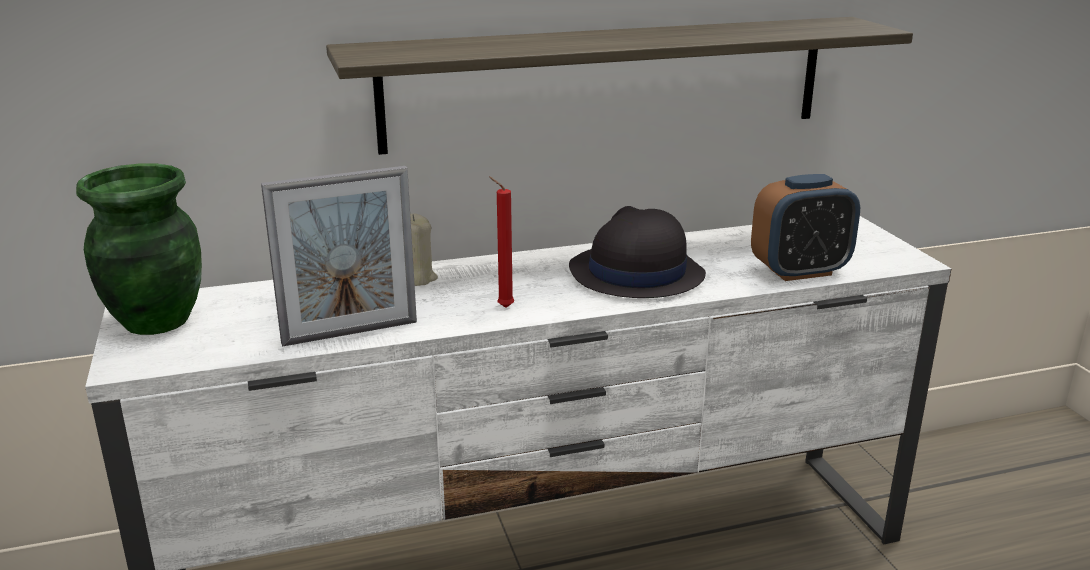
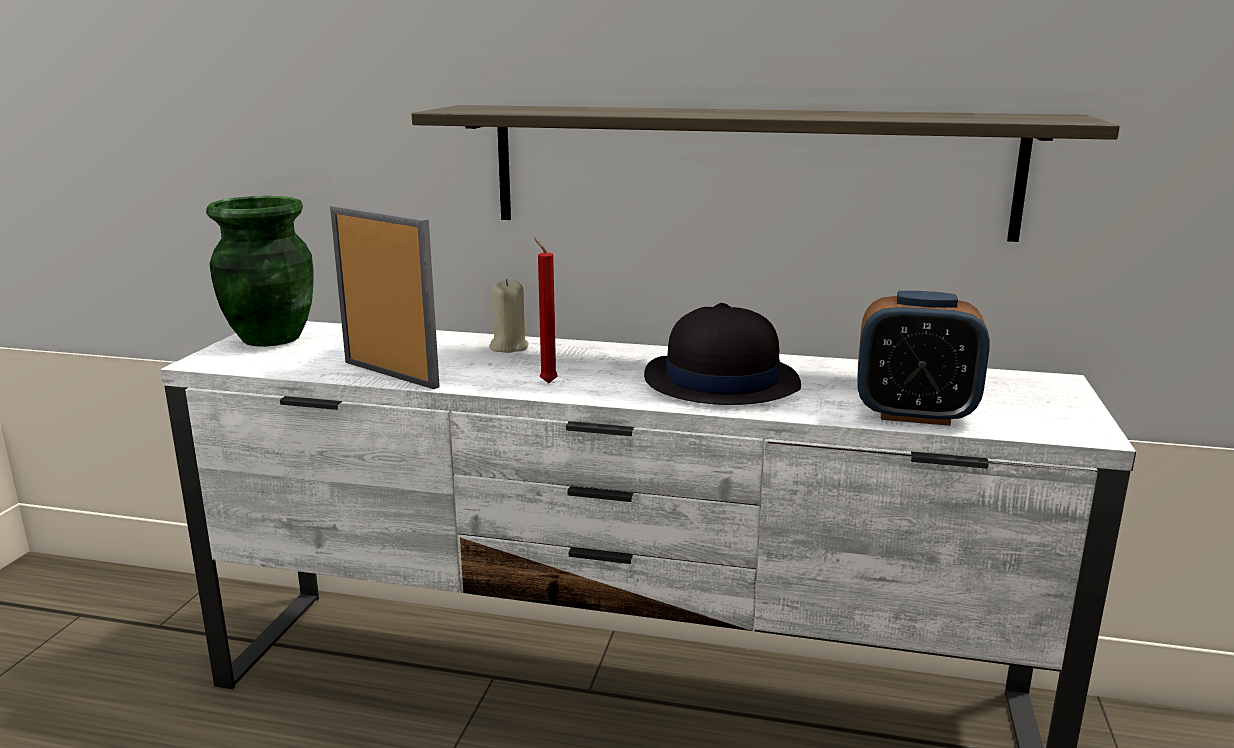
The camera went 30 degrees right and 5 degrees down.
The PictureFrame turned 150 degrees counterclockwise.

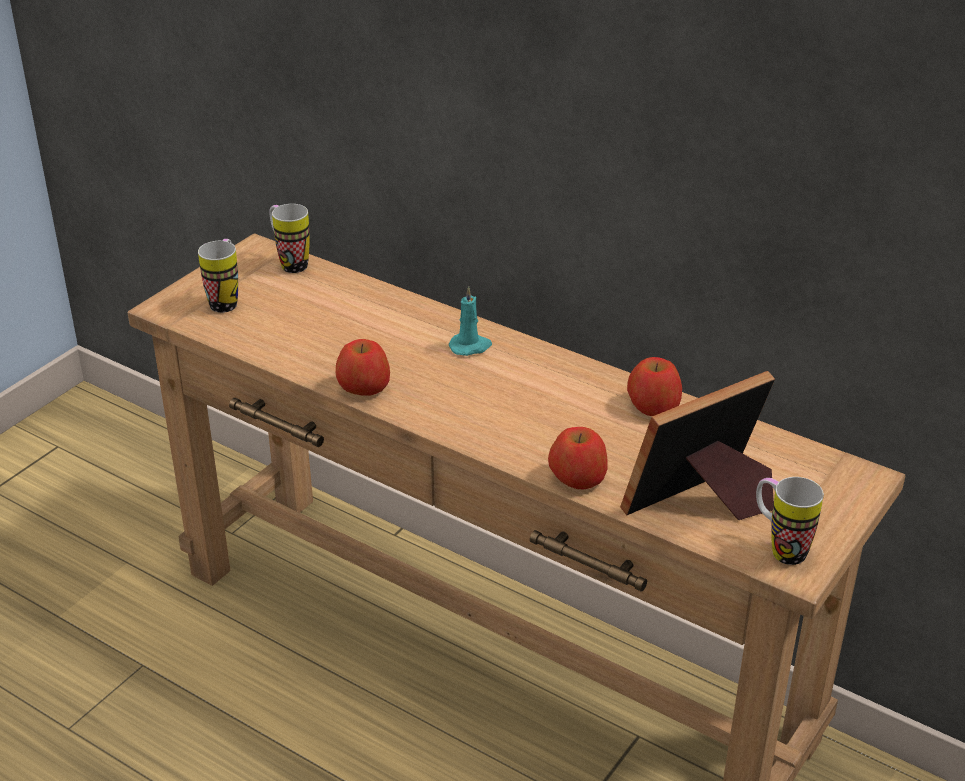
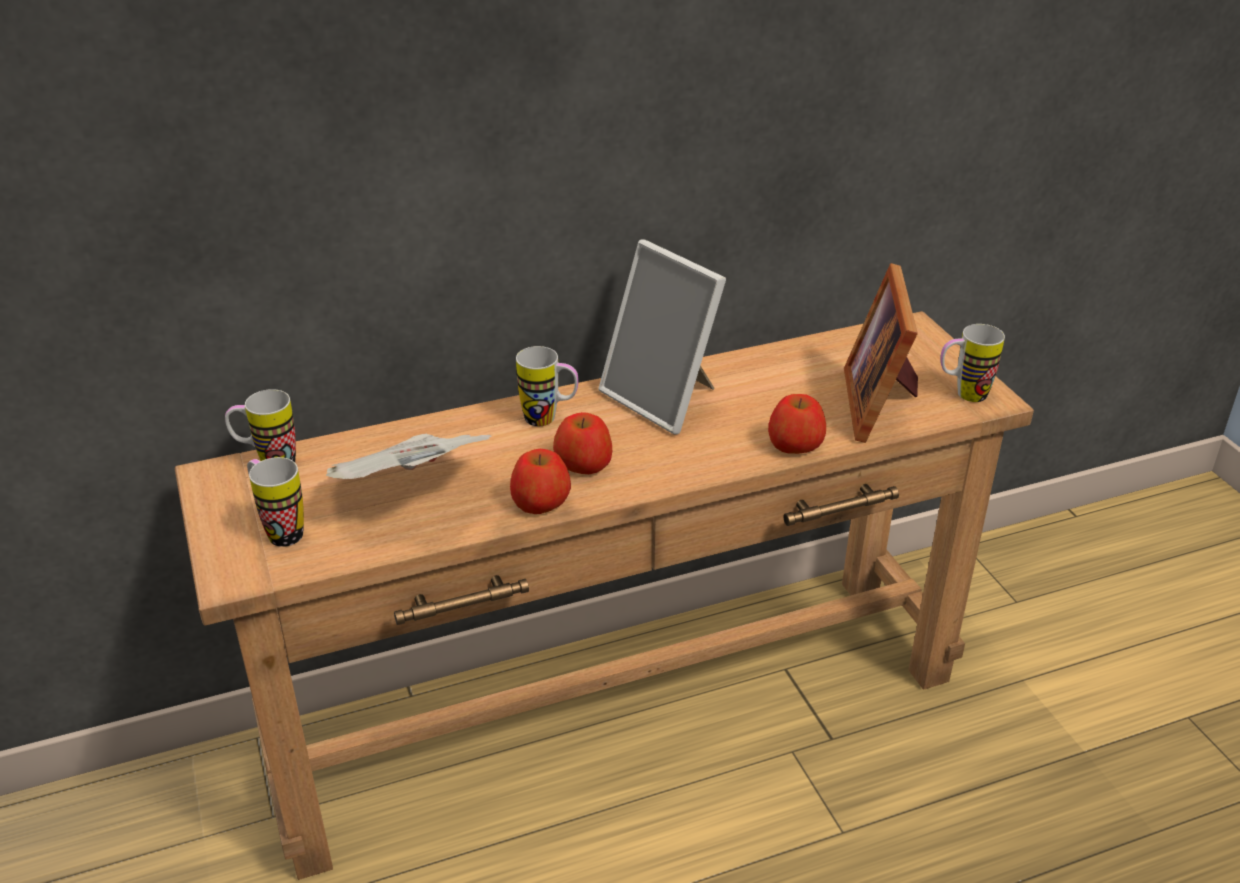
The camera went 55 degrees left and 0 degrees up.
The TurquoiseCandle was replaced by the Mug (no. 3 from left).
The Apple (no. 3 from left in the first image) moved.
The Newspaper appeared.
The PictureFrame (no. 1 from left) appeared.

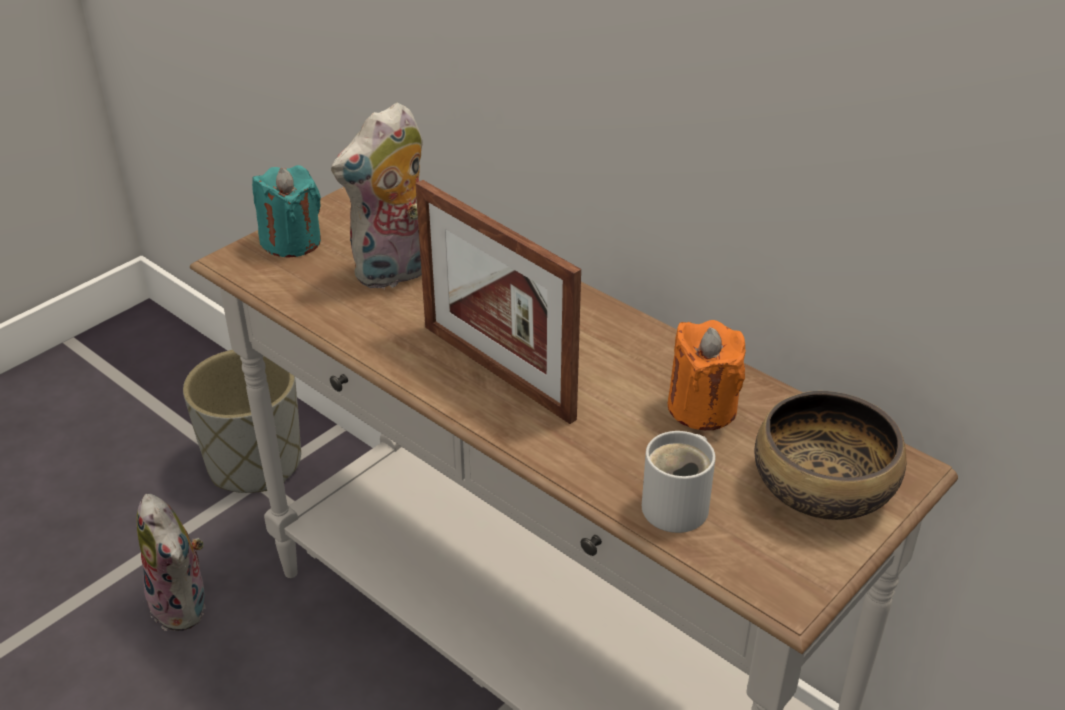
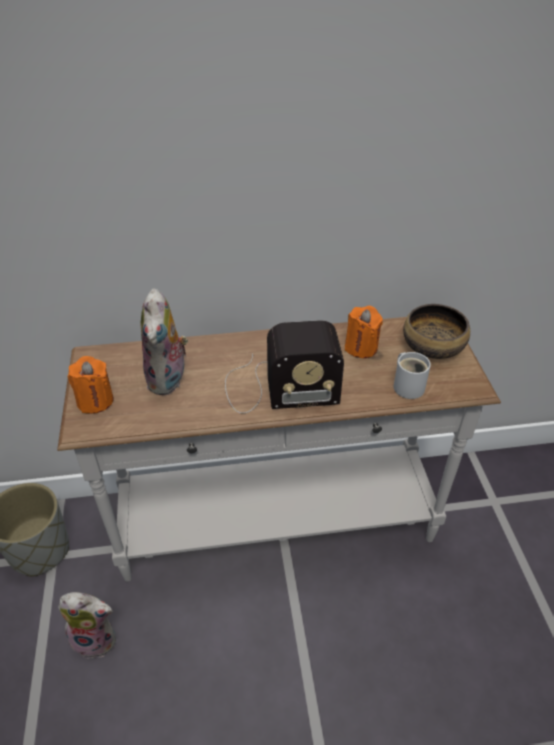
The camera went 50 degrees left and 5 degrees up.
The TurquoiseCandle became the OrangeCandle (no. 1 from left).
The PictureFrame was replaced by the Radio.

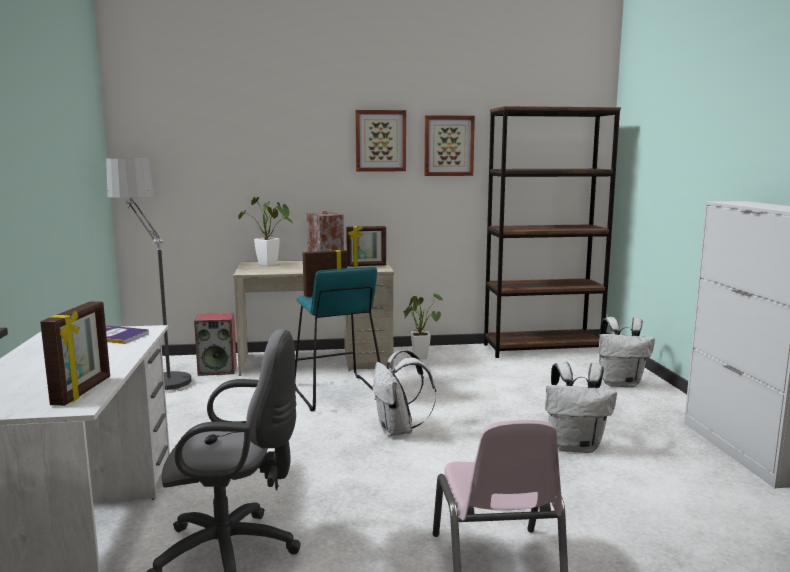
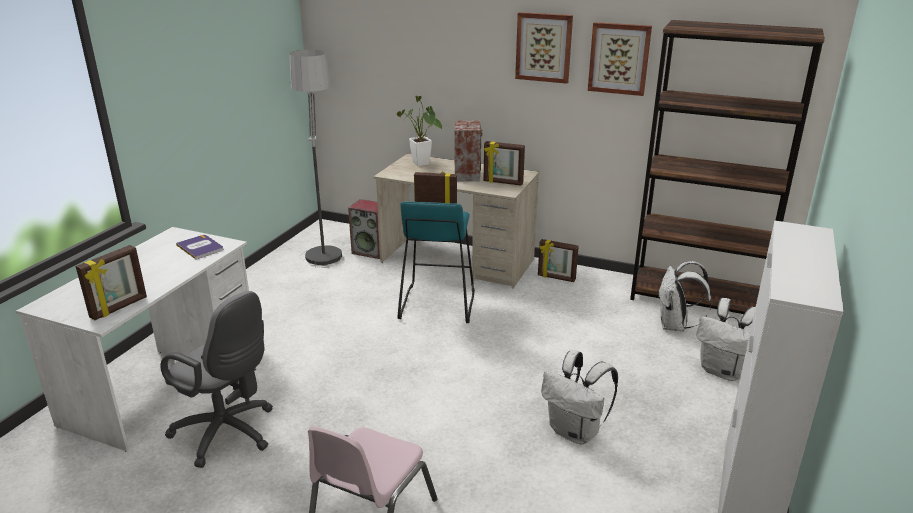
The camera went 30 degrees right and 15 degrees up.
The WhiteBackpack (no. 1 from left in the first image) moved.
The PottedPlant (no. 2 from left) was replaced by the PictureFrame (no. 4 from left).

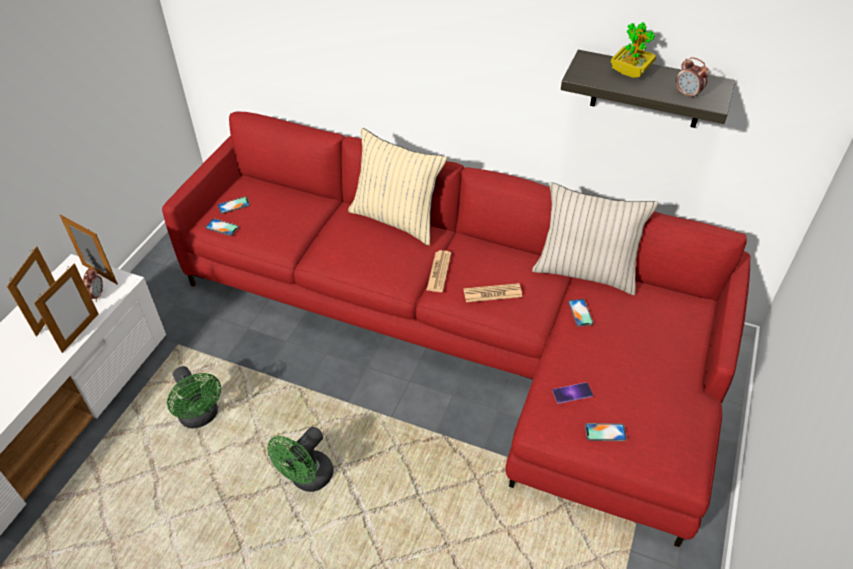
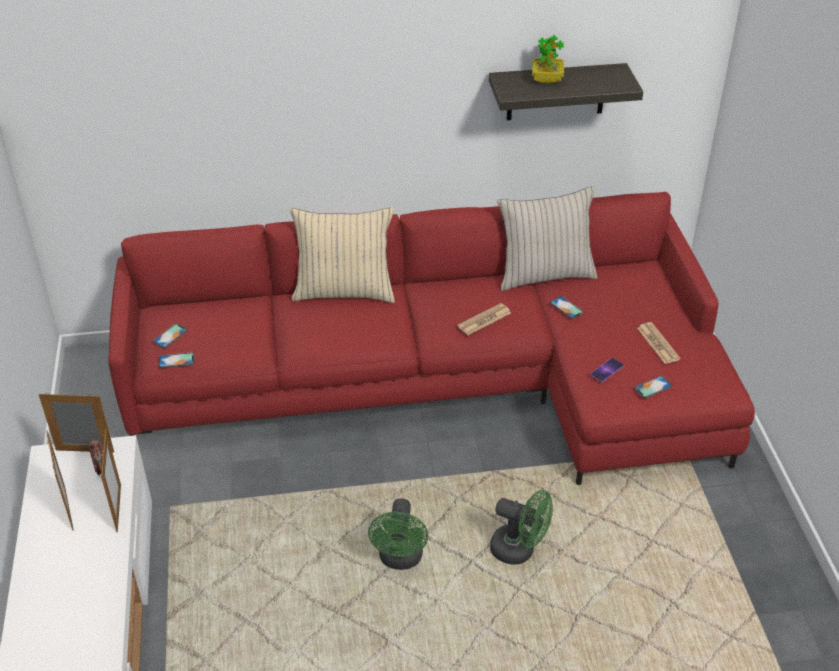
The camera went 30 degrees left and 5 degrees down.
The GreenFan (no. 1 from left in the first image) moved.
The Newspaper (no. 1 from left in the first image) moved.
The AlarmClock (no. 2 from left) disappeared.

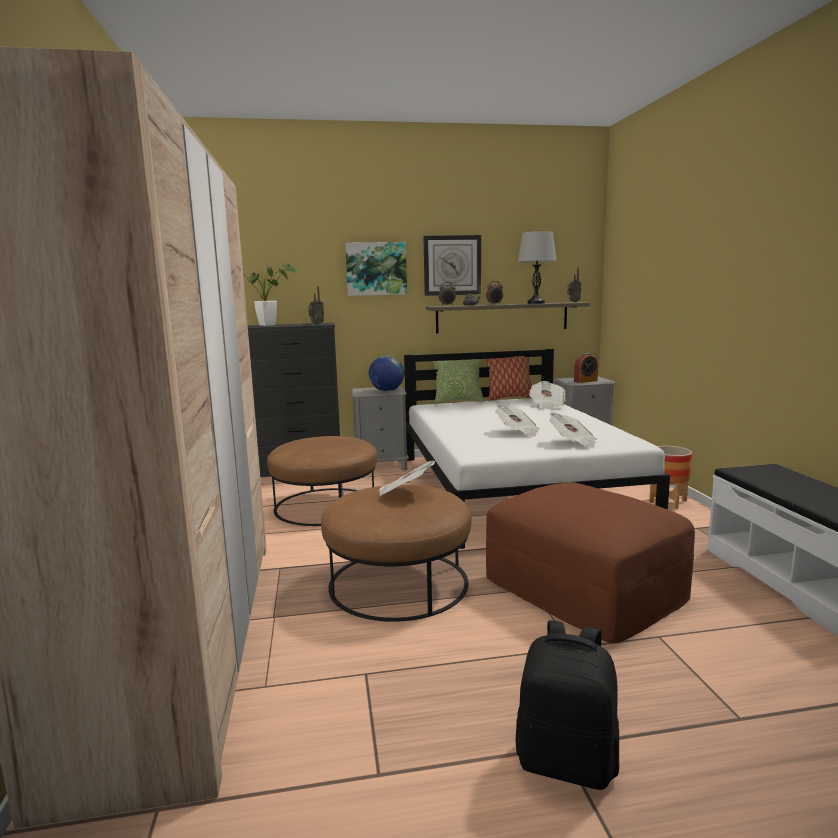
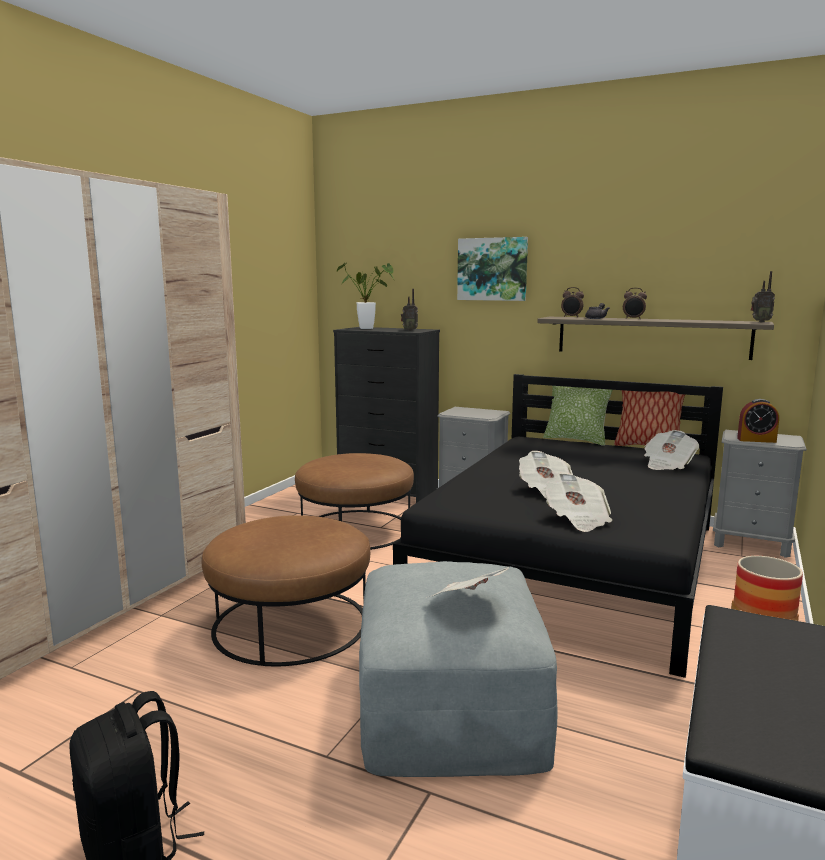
The camera went 35 degrees right and 0 degrees up.
The Globe disappeared.
The Newspaper (no. 1 from left) moved.
The WhiteBed became the BlackBed.
The WallClock disappeared.
The BrownOttoman (no. 3 from left) became the GreyOttoman.
The GreyTableLamp disappeared.

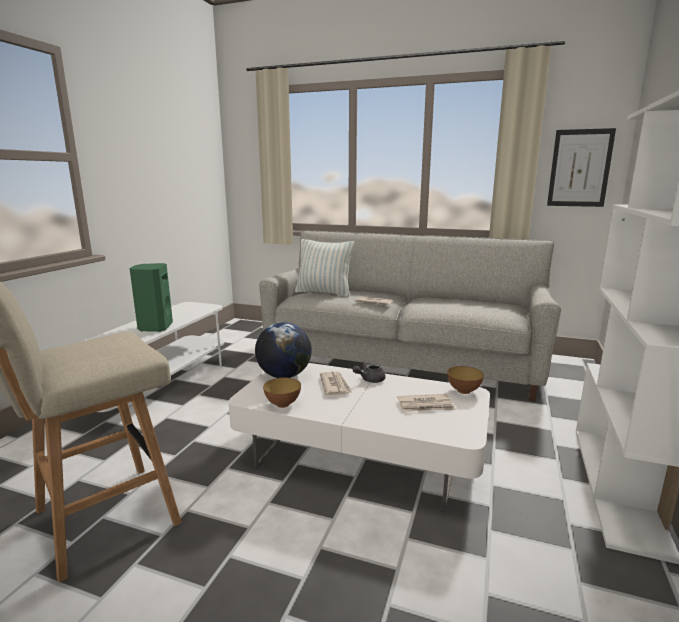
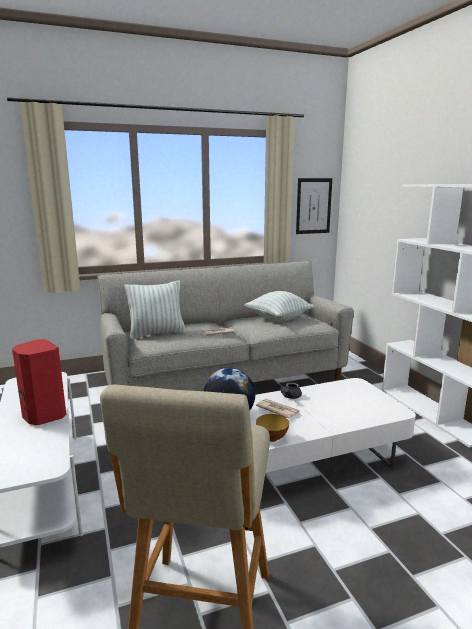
The camera went 40 degrees left and 0 degrees up.
The GreenSpeaker became the RedSpeaker.
The Newspaper (no. 3 from left) disappeared.
The Bowl (no. 2 from left) disappeared.
The Pillow (no. 2 from left) appeared.

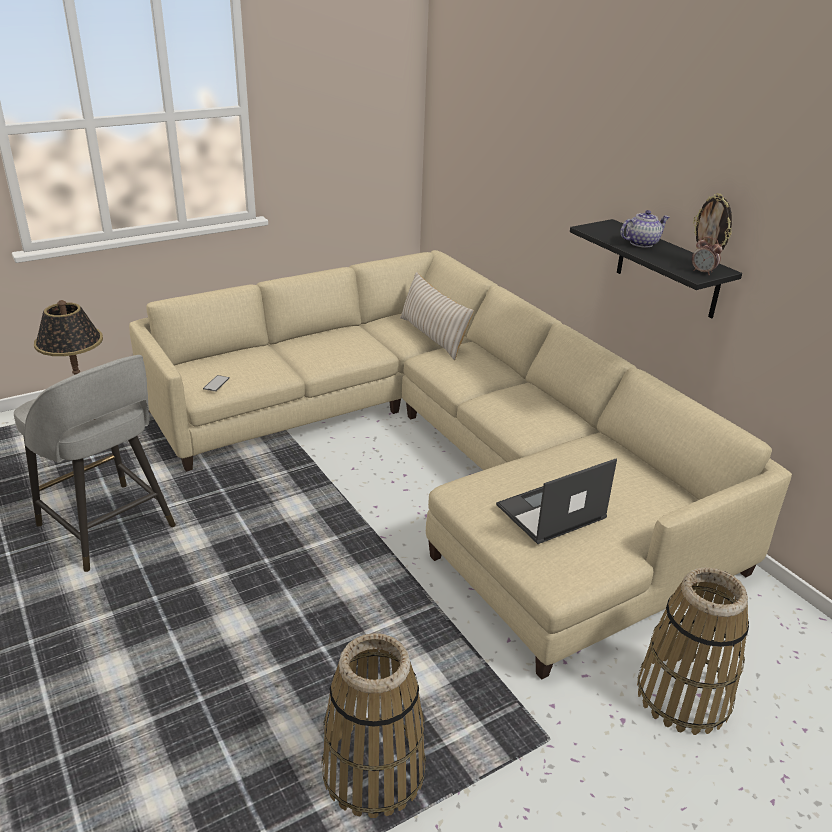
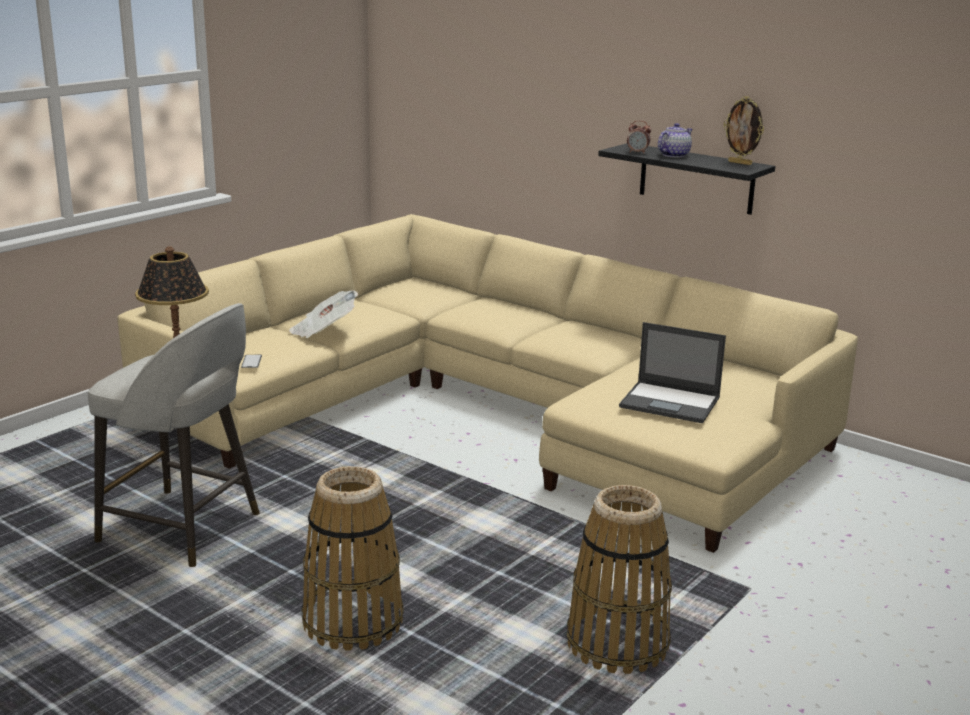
The camera went 20 degrees left and 10 degrees down.
The BeigePillow disappeared.
The Laptop turned 105 degrees counterclockwise.
The Basket (no. 2 from left in the first image) moved.
The AlarmClock moved.
The Newspaper appeared.

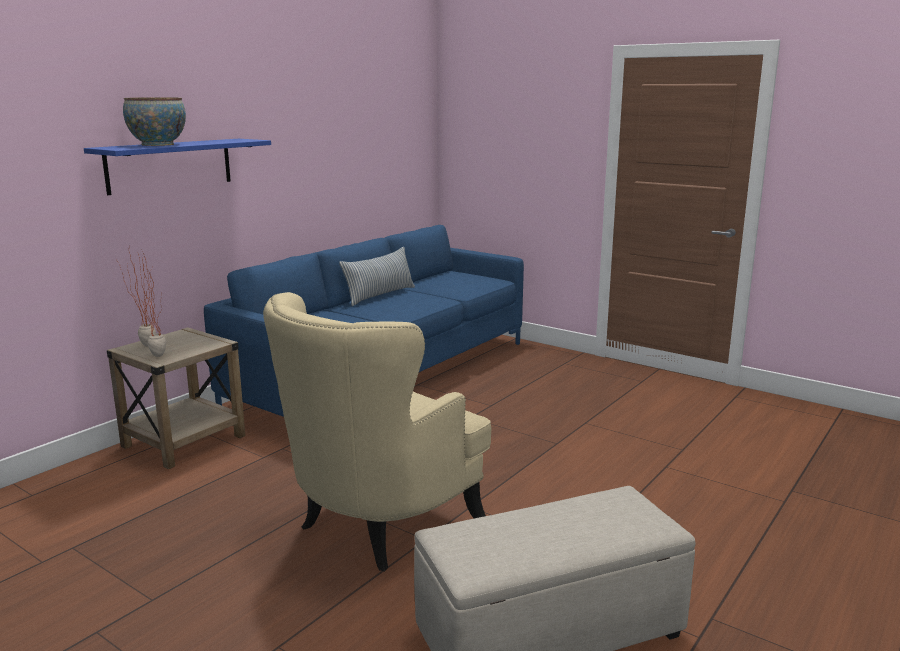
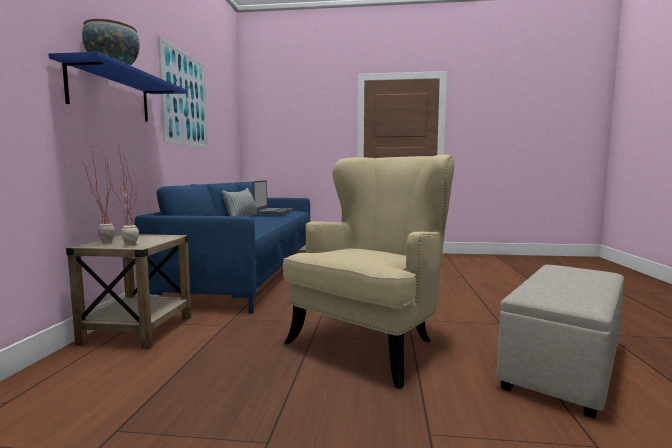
The camera went 30 degrees left and 10 degrees down.
The BeigeArmchair turned 150 degrees counterclockwise.
The Picture appeared.
The Laptop appeared.

